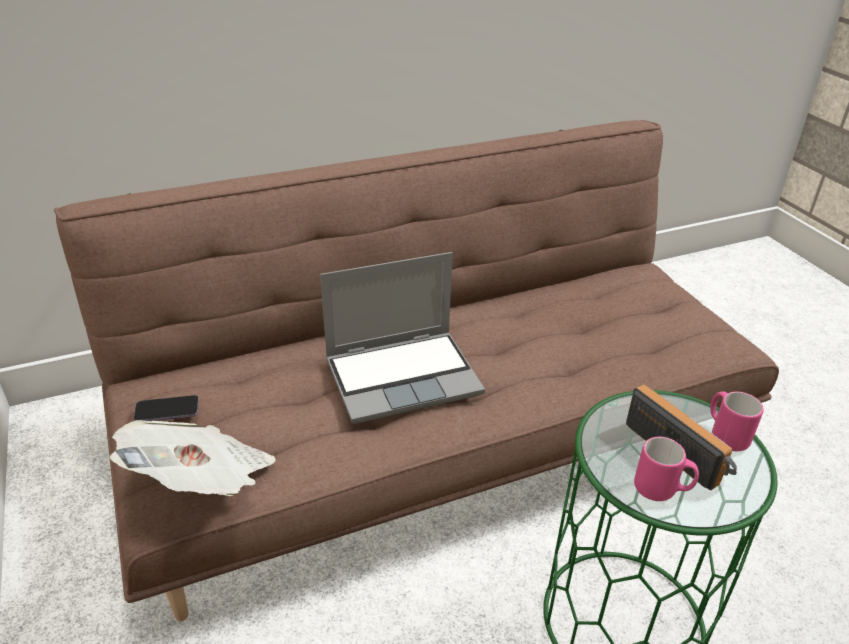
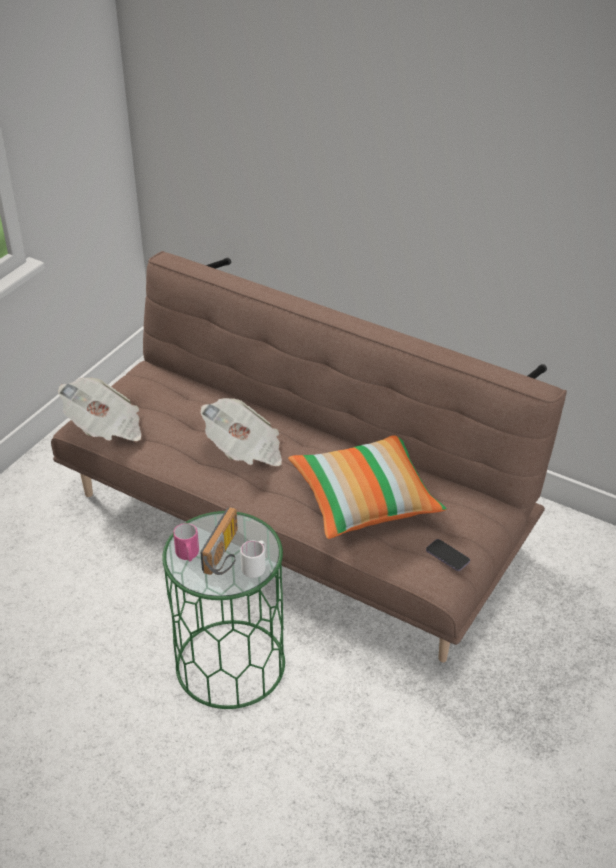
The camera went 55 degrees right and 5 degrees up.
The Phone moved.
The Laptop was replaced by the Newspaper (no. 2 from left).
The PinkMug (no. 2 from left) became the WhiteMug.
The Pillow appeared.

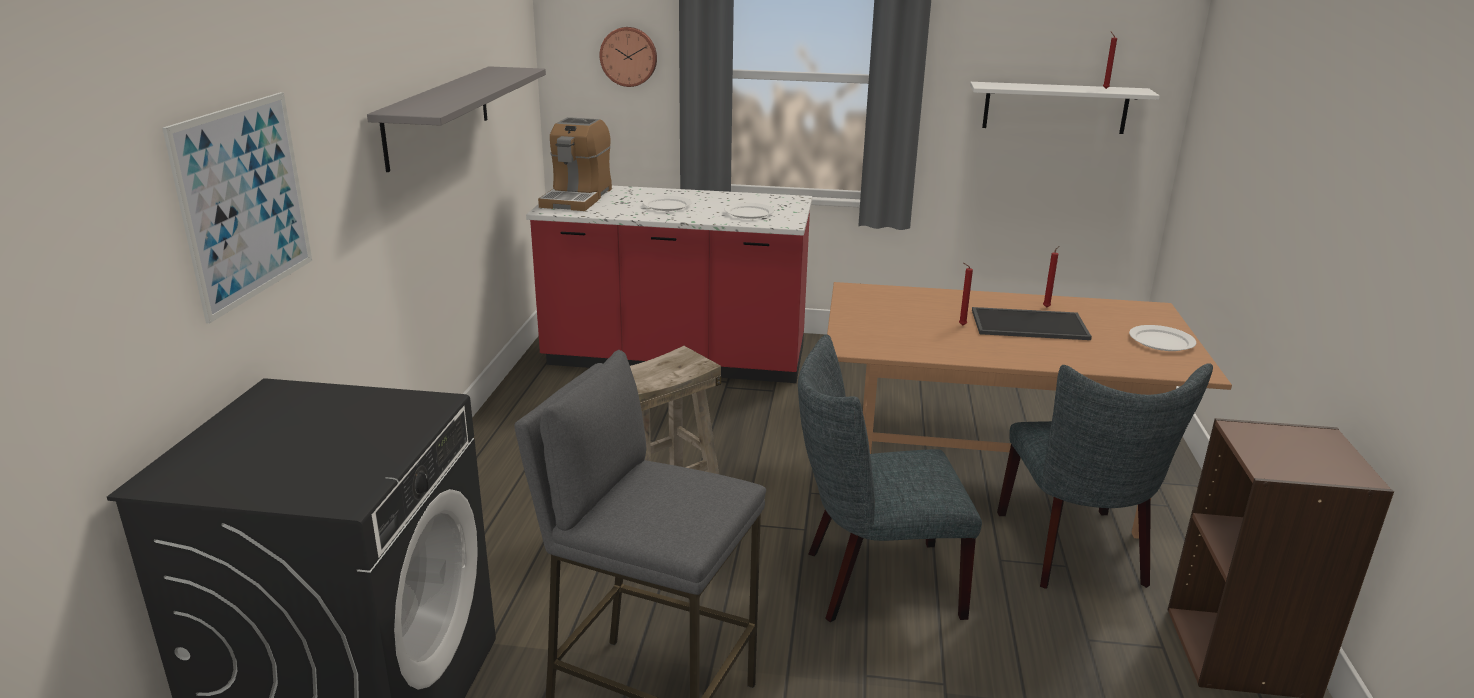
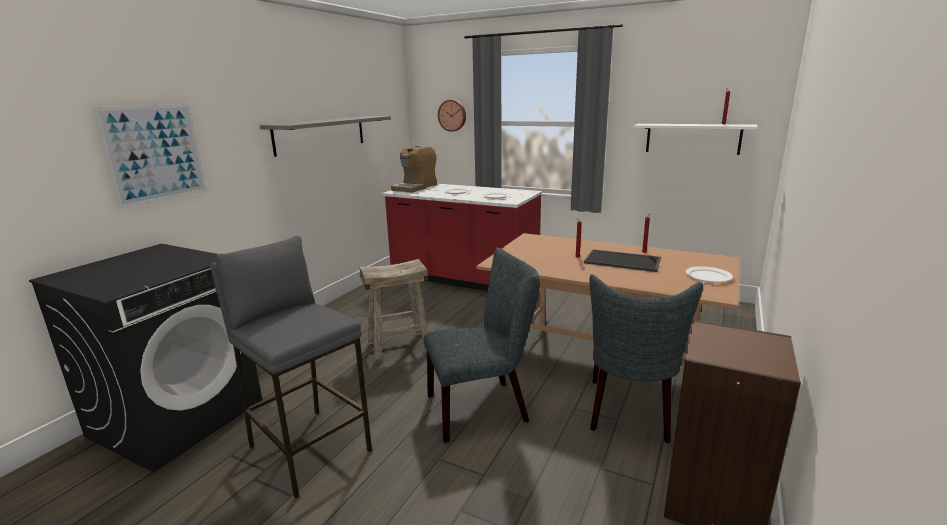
The camera went 20 degrees right and 5 degrees down.
The GreyChair (no. 1 from left) turned 150 degrees clockwise.

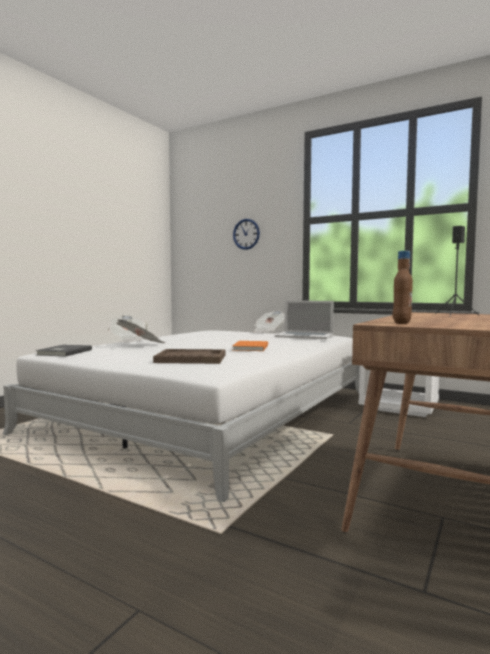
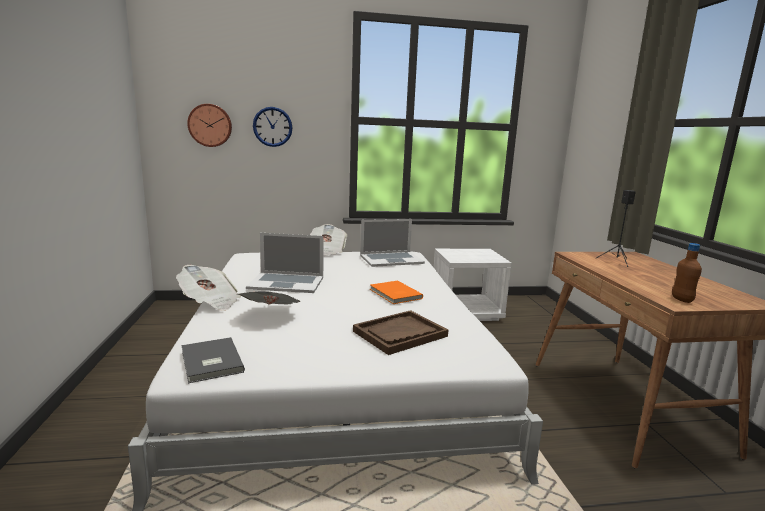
The camera went 40 degrees left and 10 degrees up.
The WallClock (no. 1 from left) appeared.
The Laptop (no. 1 from left) appeared.

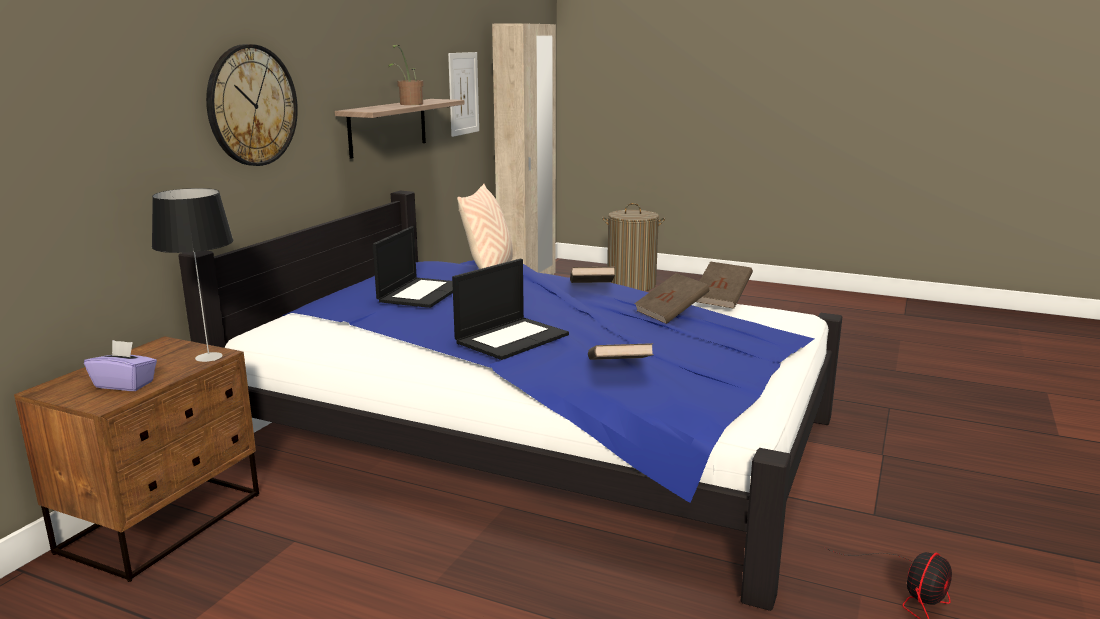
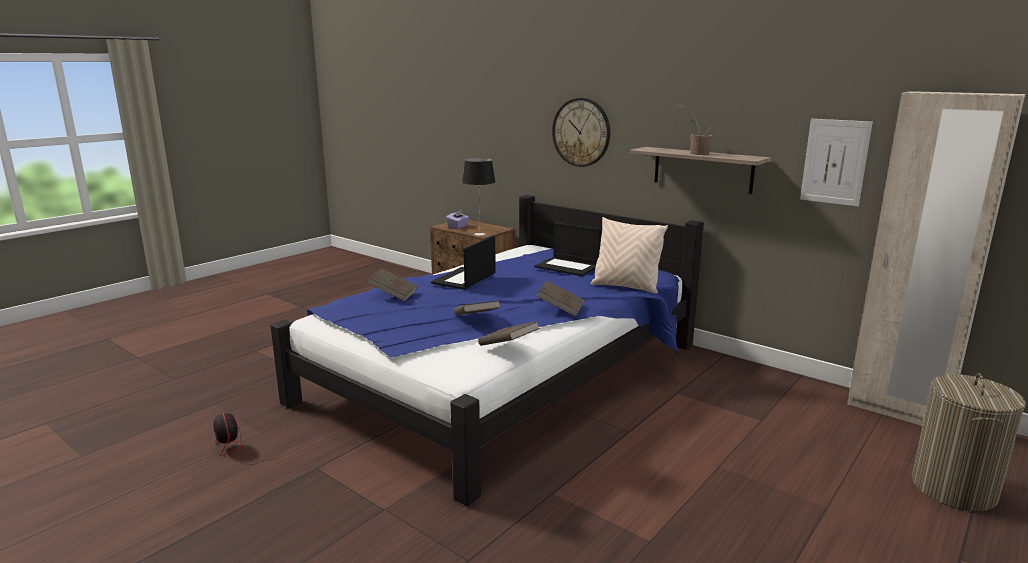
The camera went 105 degrees right and 0 degrees up.
The Laptop (no. 2 from left in the first image) turned 60 degrees clockwise.

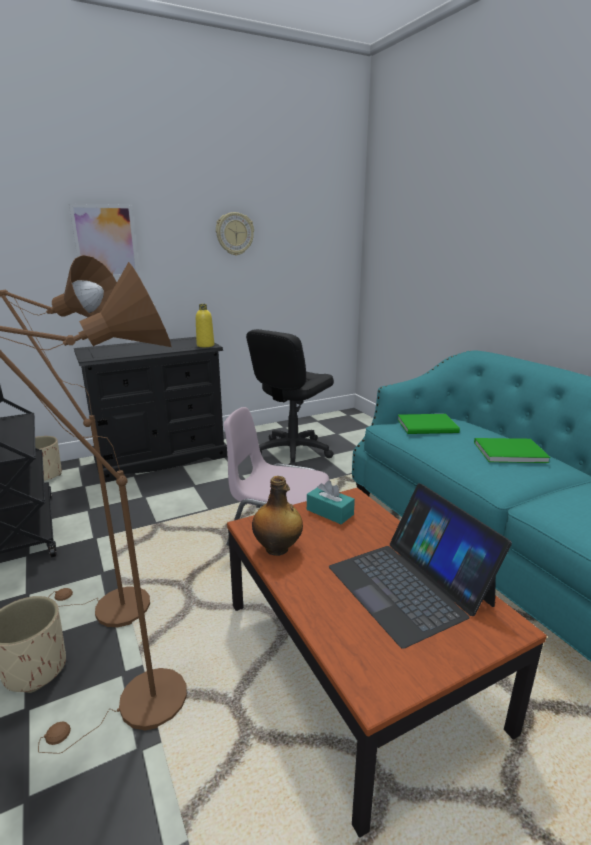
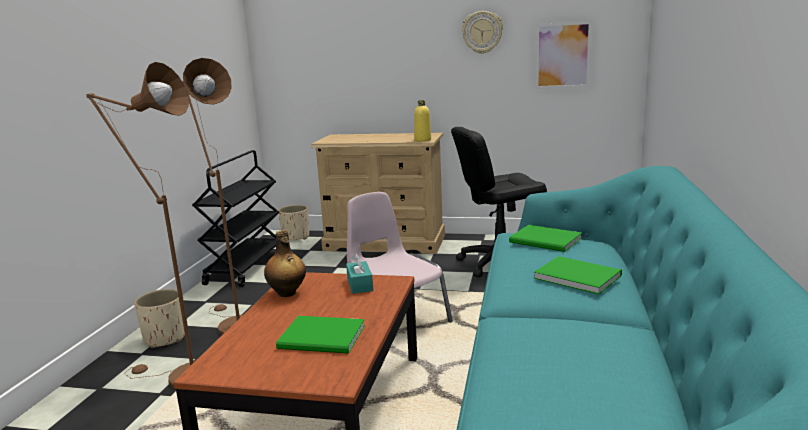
The camera went 40 degrees right and 5 degrees down.
The Picture moved.
The BlackDresser became the BeigeDresser.
The Laptop was replaced by the GreenBook (no. 1 from left).

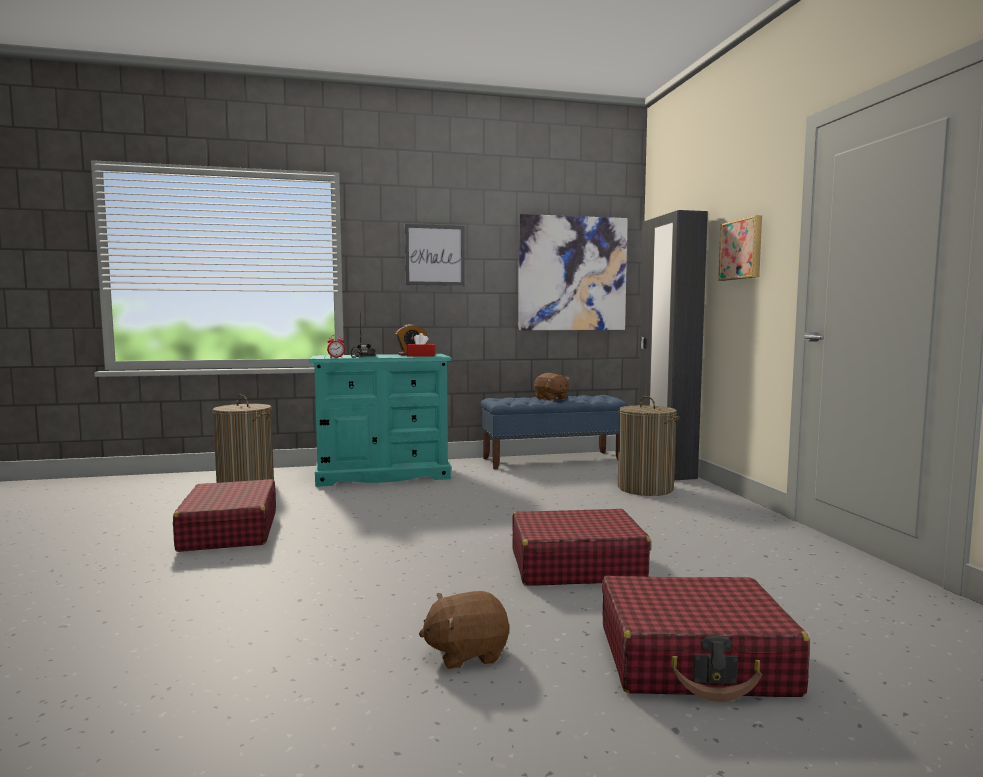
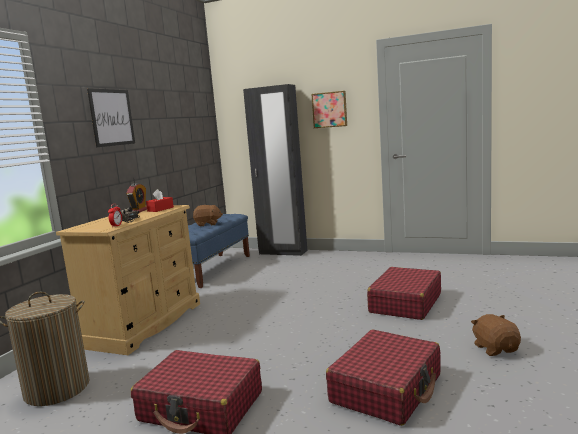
The camera went 55 degrees left and 5 degrees up.
The TurquoiseDresser became the BeigeDresser.
The BrownPlushToy (no. 1 from left in the first image) turned 150 degrees clockwise.
The Picture (no. 2 from left) disappeared.
The RedSuitcase (no. 3 from left in the first image) moved.
The LaundryBasket (no. 2 from left) disappeared.

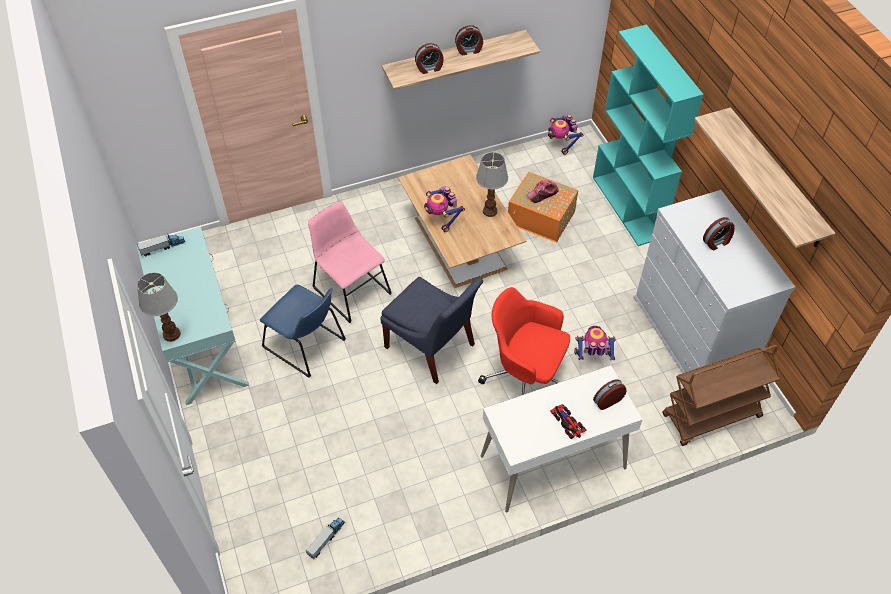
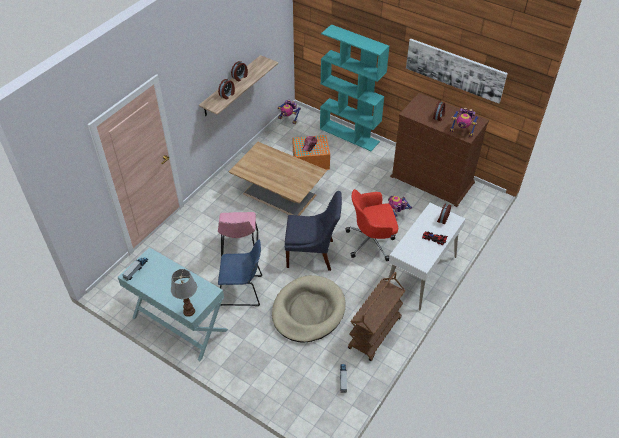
The camera went 35 degrees left and 5 degrees down.
The PinkChair turned 105 degrees counterclockwise.
The ToyRobot (no. 1 from left in the first image) moved.
The TableLamp (no. 2 from left) disappeared.
The WhiteDresser became the BrownDresser.
The BrownCart moved.
The Shelf (no. 2 from left) was replaced by the Picture.
The BeigeDogBed appeared.

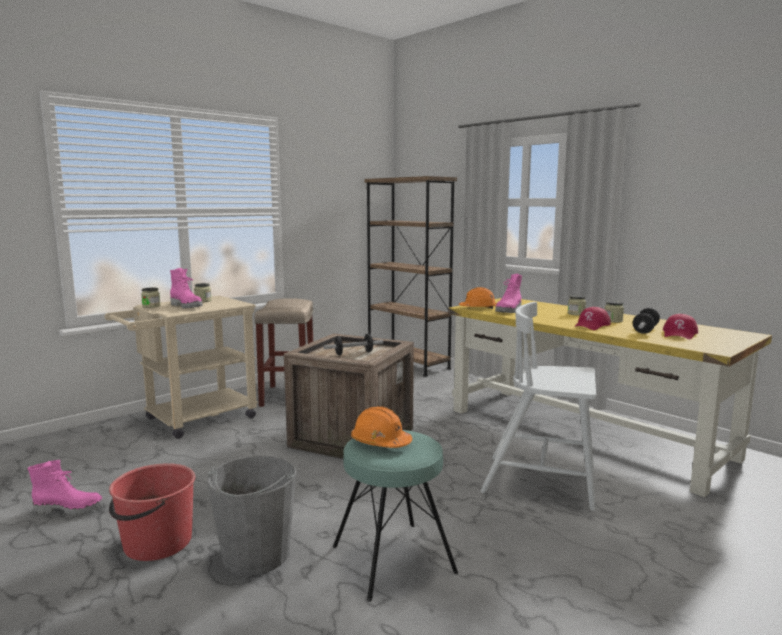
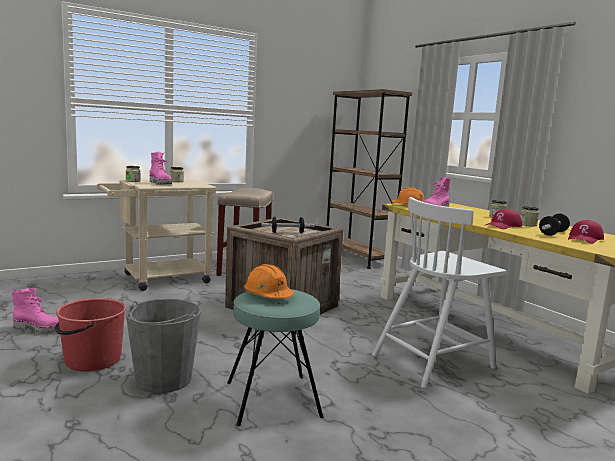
The camera went 10 degrees right and 0 degrees up.
The WhiteChair turned 60 degrees counterclockwise.

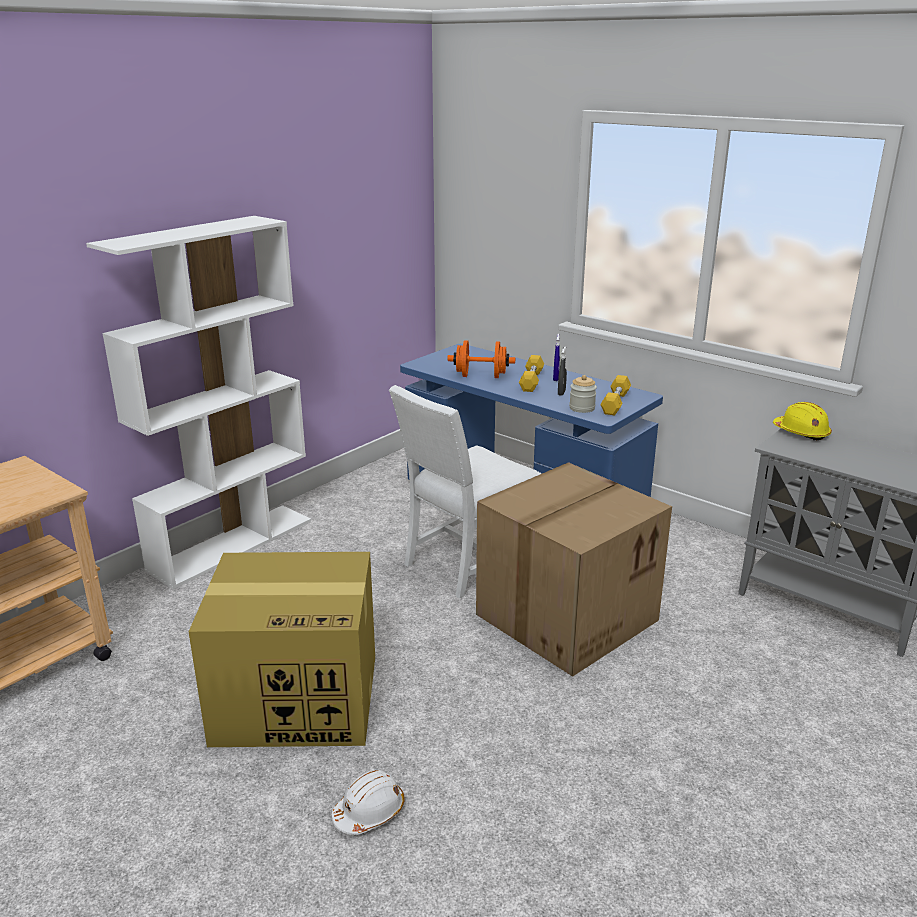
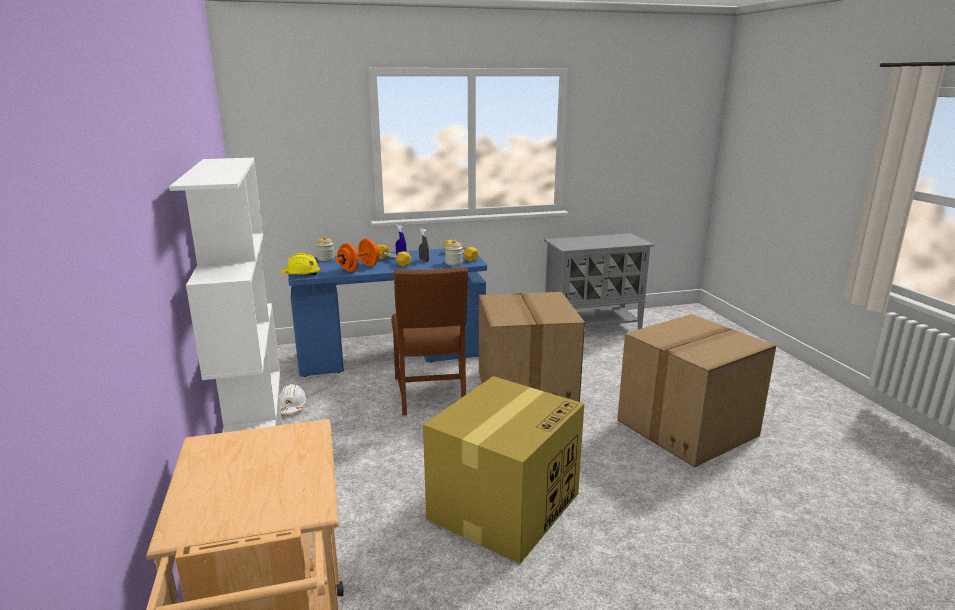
The camera went 55 degrees left and 5 degrees down.
The WhiteHardHat moved.
The WhiteChair became the BrownChair.
The YellowHardHat moved.
The Jar (no. 1 from left) appeared.
The CardboardBox (no. 3 from left) appeared.

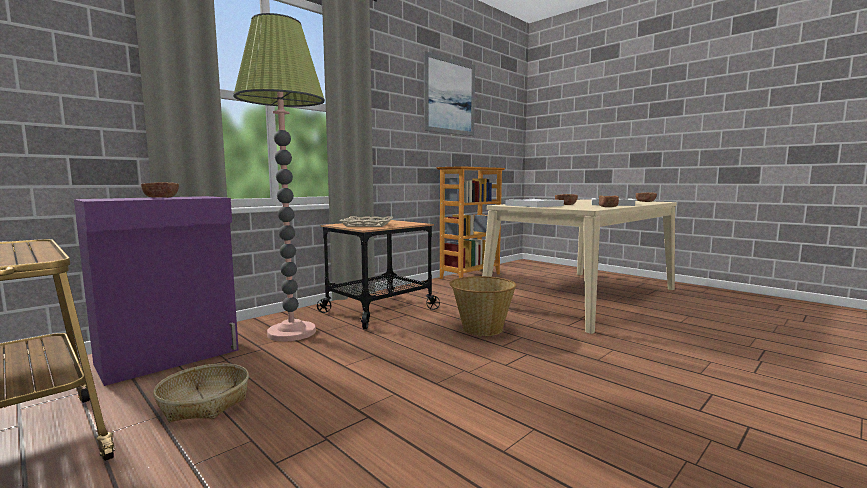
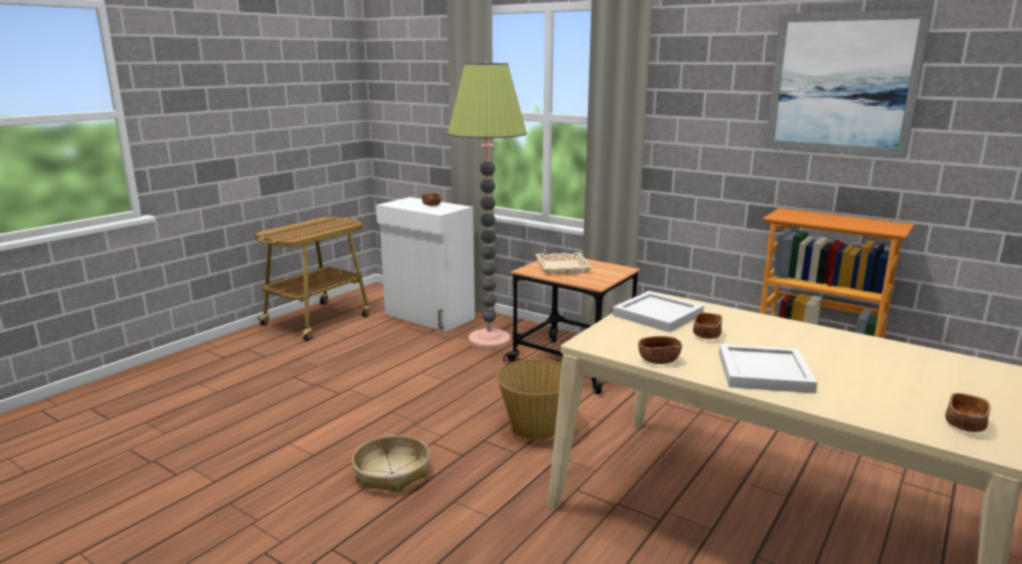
The camera went 80 degrees right and 10 degrees up.
The PurpleCabinet became the WhiteCabinet.
The Basket (no. 1 from left) moved.

